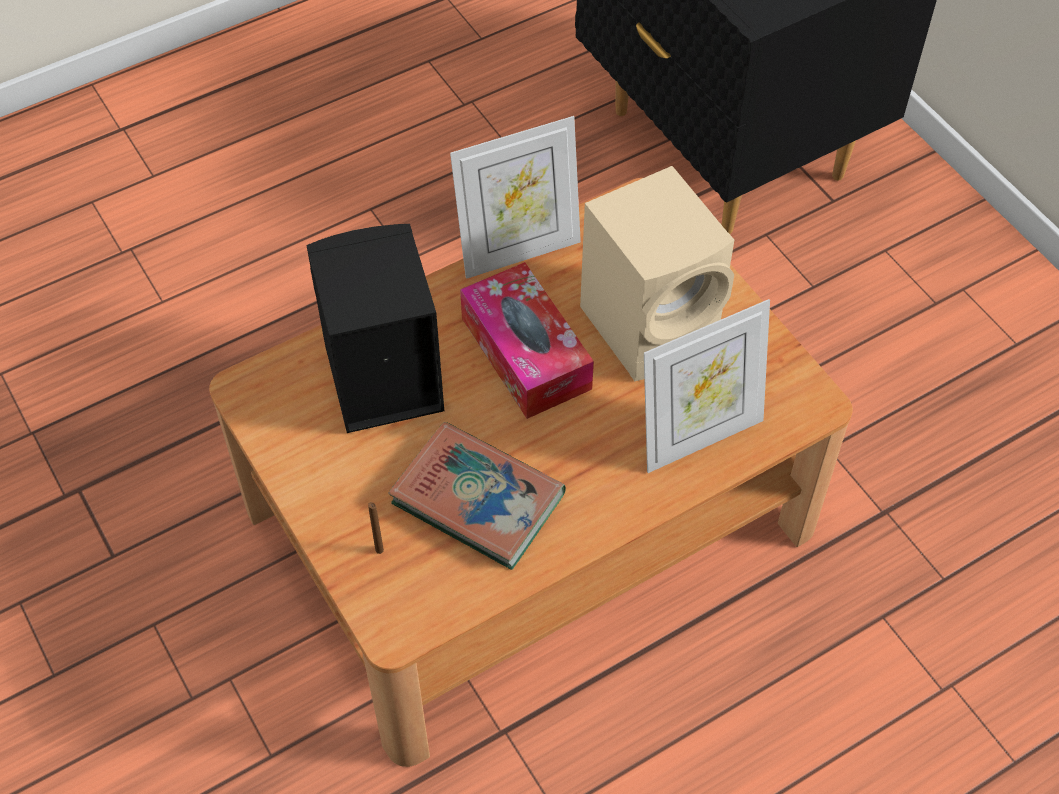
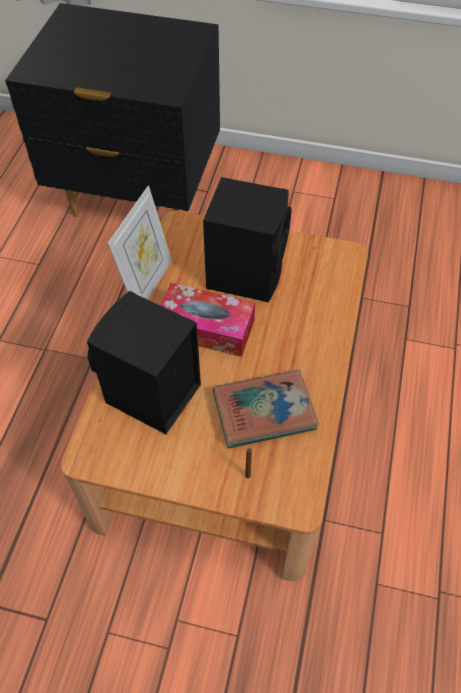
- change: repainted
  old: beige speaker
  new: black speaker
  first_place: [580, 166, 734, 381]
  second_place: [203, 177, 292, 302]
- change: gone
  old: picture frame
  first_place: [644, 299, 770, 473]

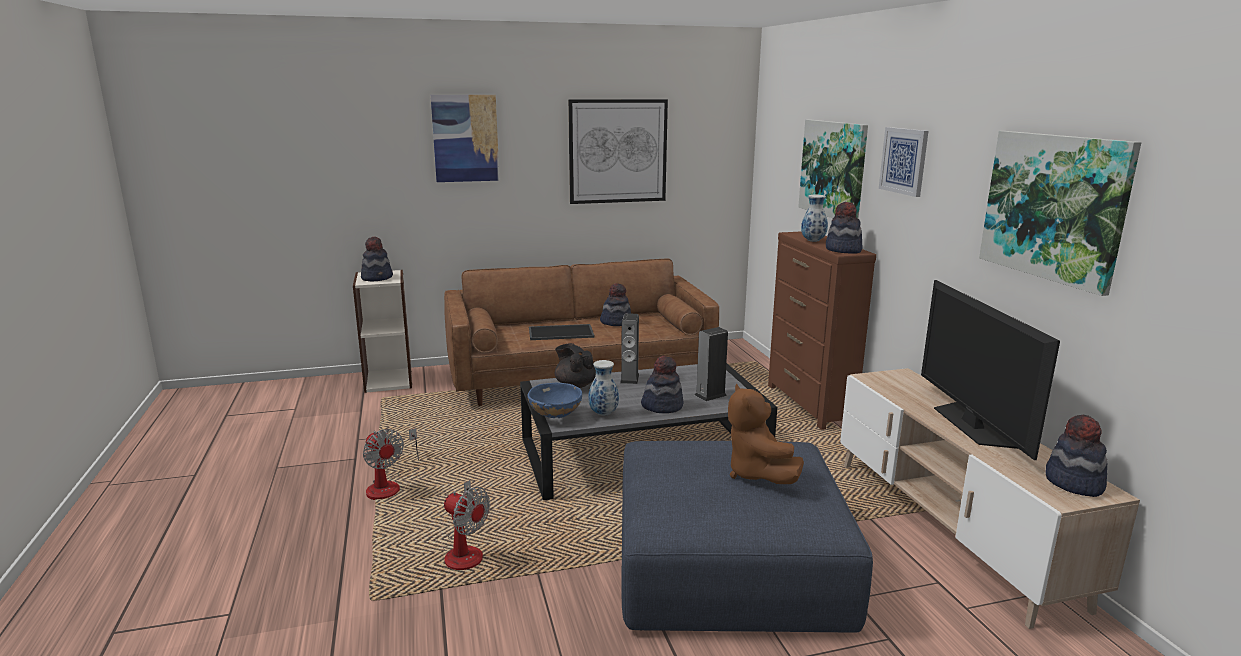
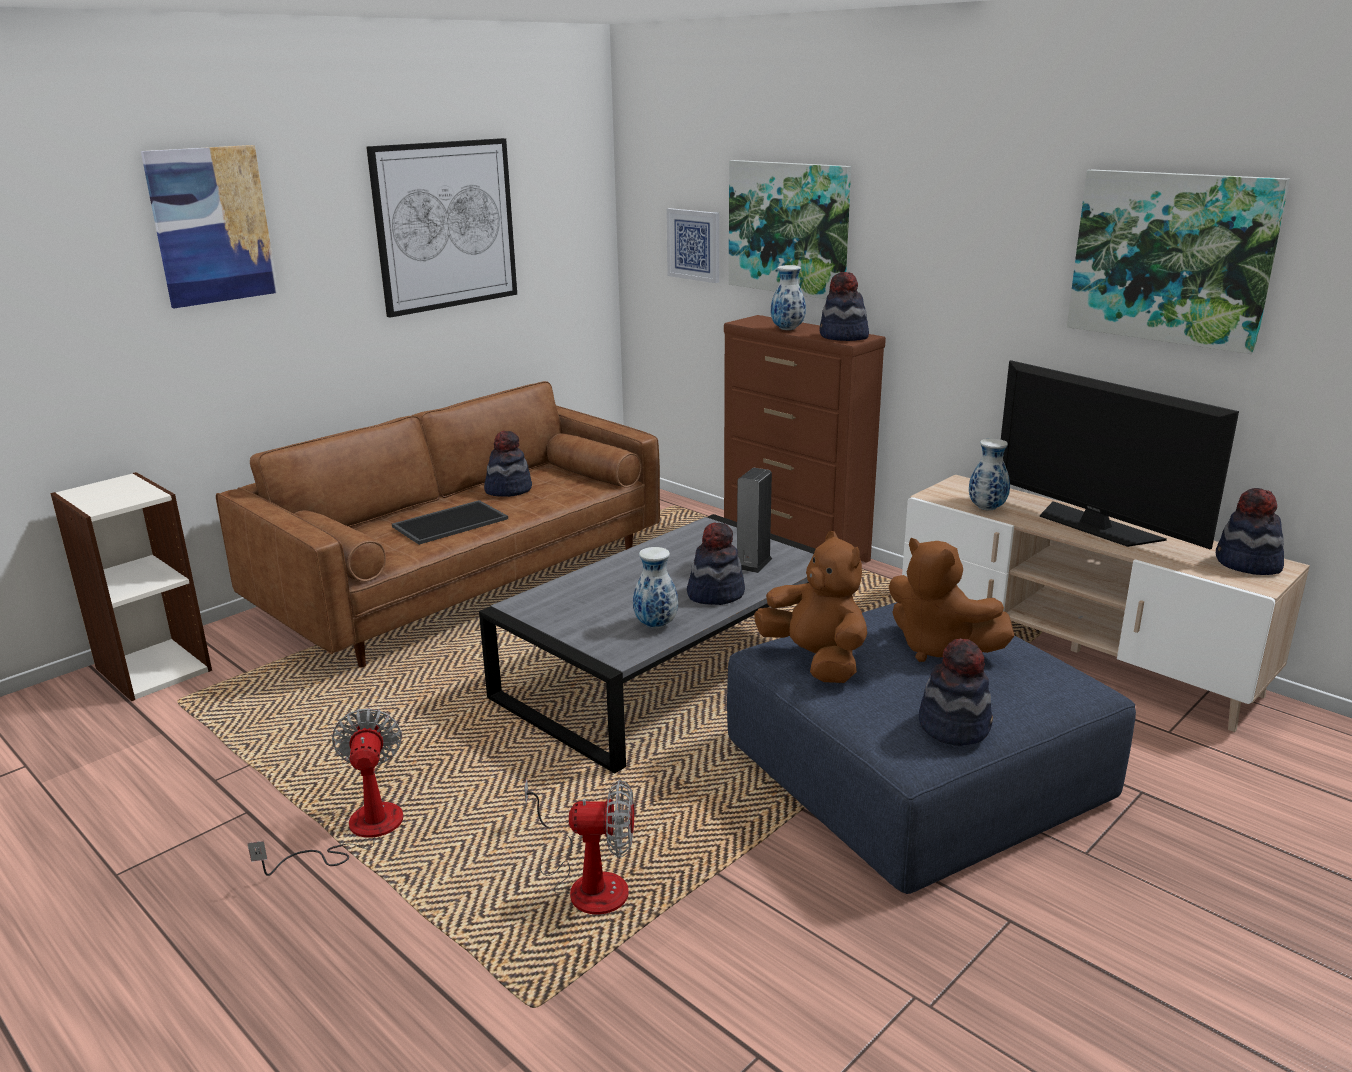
- change: shifted
  old: hat
  first_place: [361, 237, 393, 281]
  second_place: [919, 638, 993, 746]
- change: rotated
  old: fan
  first_place: [363, 428, 419, 500]
  second_place: [247, 708, 403, 876]
  degrees: -120
- change: gone
  old: blue bowl
  first_place: [527, 383, 582, 418]
- change: gone
  old: black teapot
  first_place: [555, 343, 596, 388]
- change: gone
  old: speaker
  first_place: [620, 313, 639, 384]
- change: shifted
  old: picture
  first_place: [879, 127, 928, 197]
  second_place: [666, 208, 719, 283]
- change: new
  new: brown plush toy
  second_place: [754, 531, 867, 683]
- change: new
  new: vase
  second_place: [969, 438, 1010, 511]

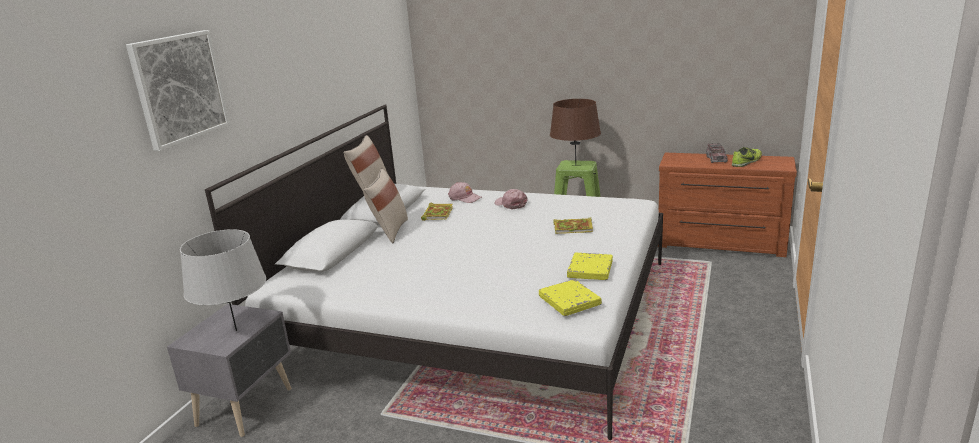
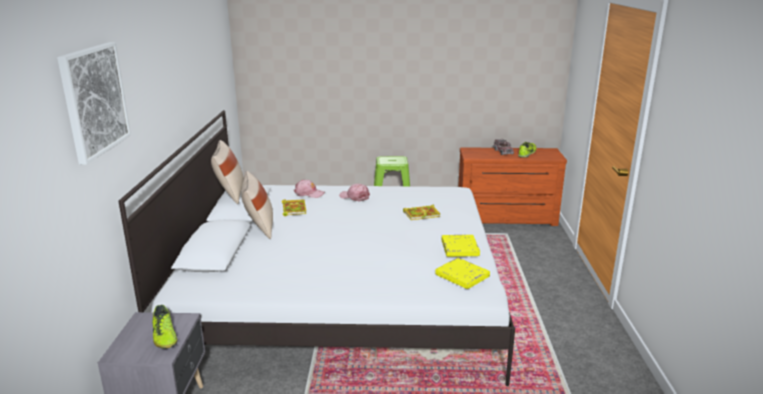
- change: swapped
  old: grey table lamp
  new: shoe
  first_place: [180, 229, 266, 331]
  second_place: [153, 305, 177, 349]
- change: gone
  old: brown table lamp
  first_place: [550, 99, 601, 166]

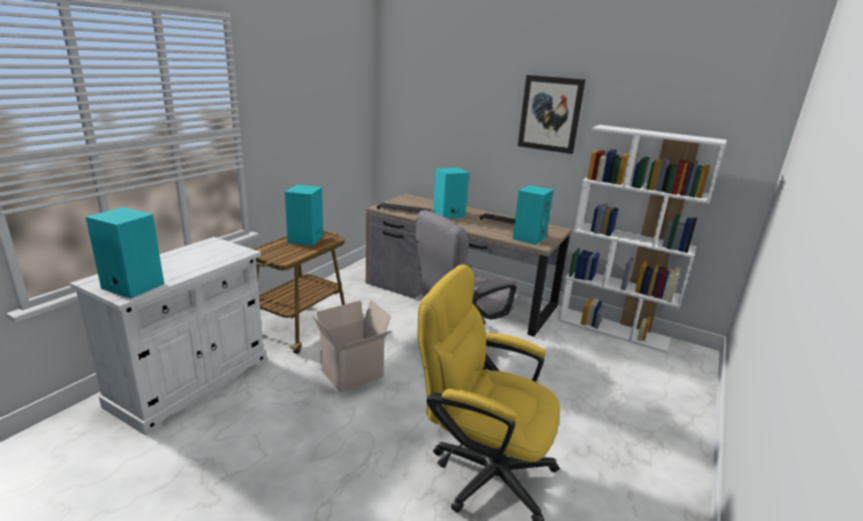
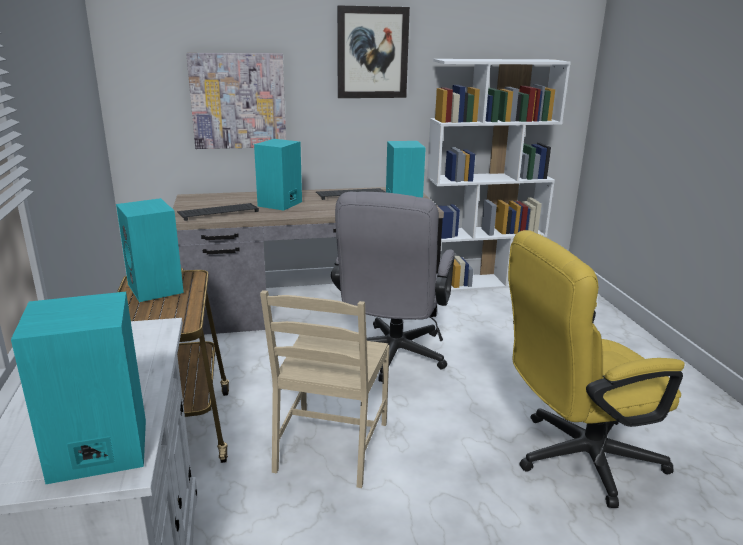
- change: swapped
  old: cardboard box
  new: beige chair
  first_place: [312, 300, 392, 393]
  second_place: [260, 290, 390, 488]
- change: new
  new: picture
  second_place: [186, 53, 286, 149]

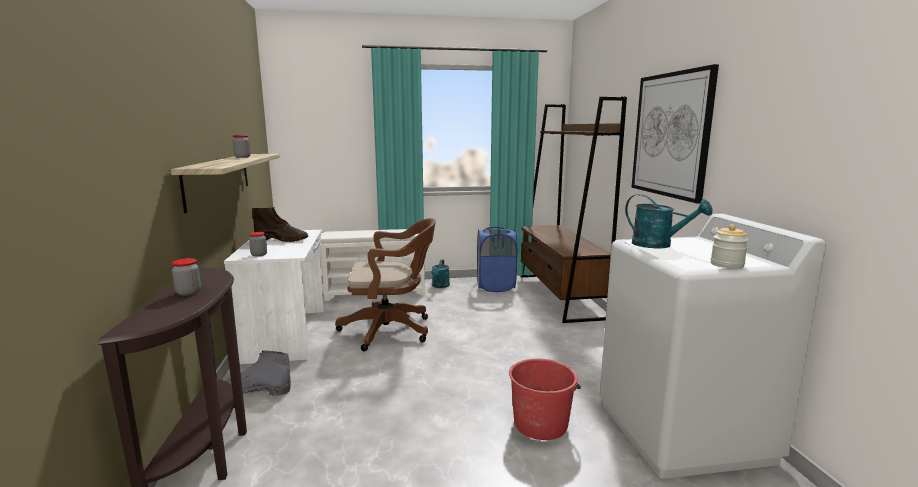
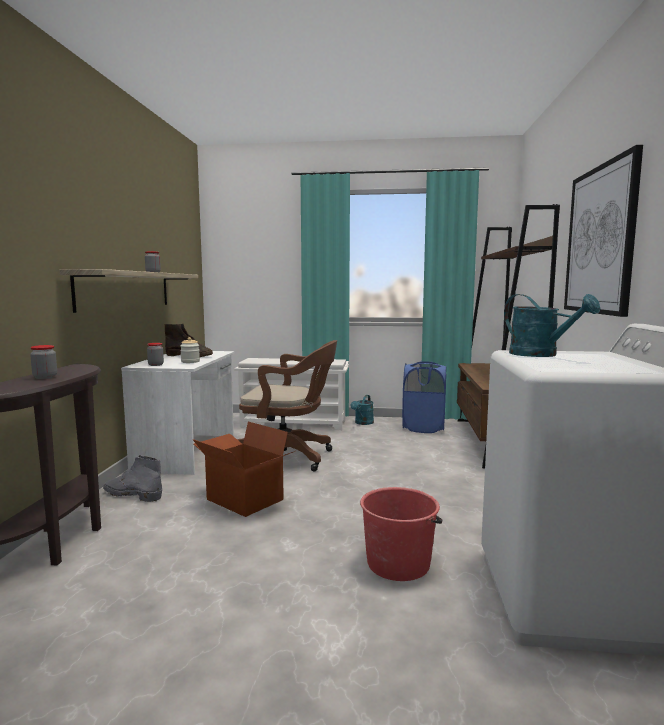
- change: shifted
  old: jar
  first_place: [711, 224, 749, 269]
  second_place: [180, 337, 200, 363]
- change: new
  new: cardboard box
  second_place: [192, 421, 295, 517]

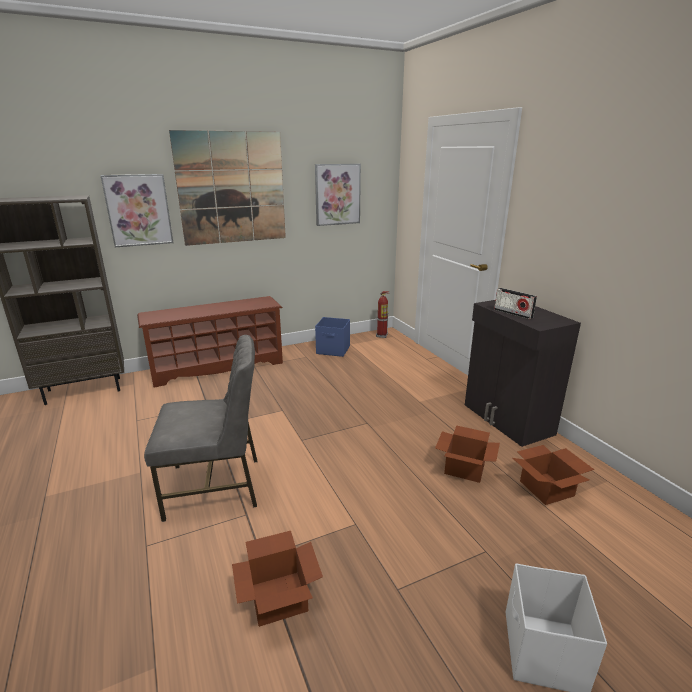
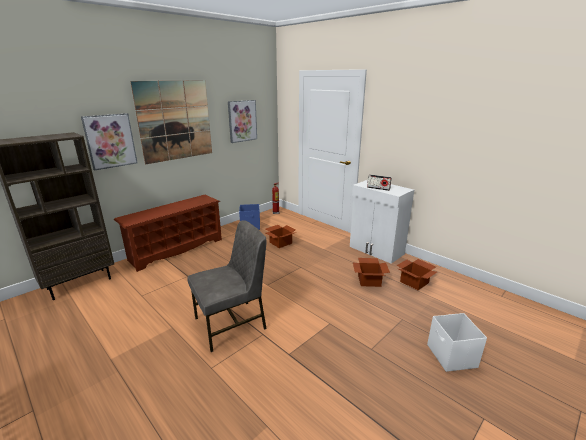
- change: shifted
  old: cardboard box
  first_place: [232, 531, 323, 627]
  second_place: [266, 225, 297, 248]
- change: repainted
  old: black cabinet
  new: white cabinet
  first_place: [465, 300, 581, 447]
  second_place: [350, 180, 414, 264]

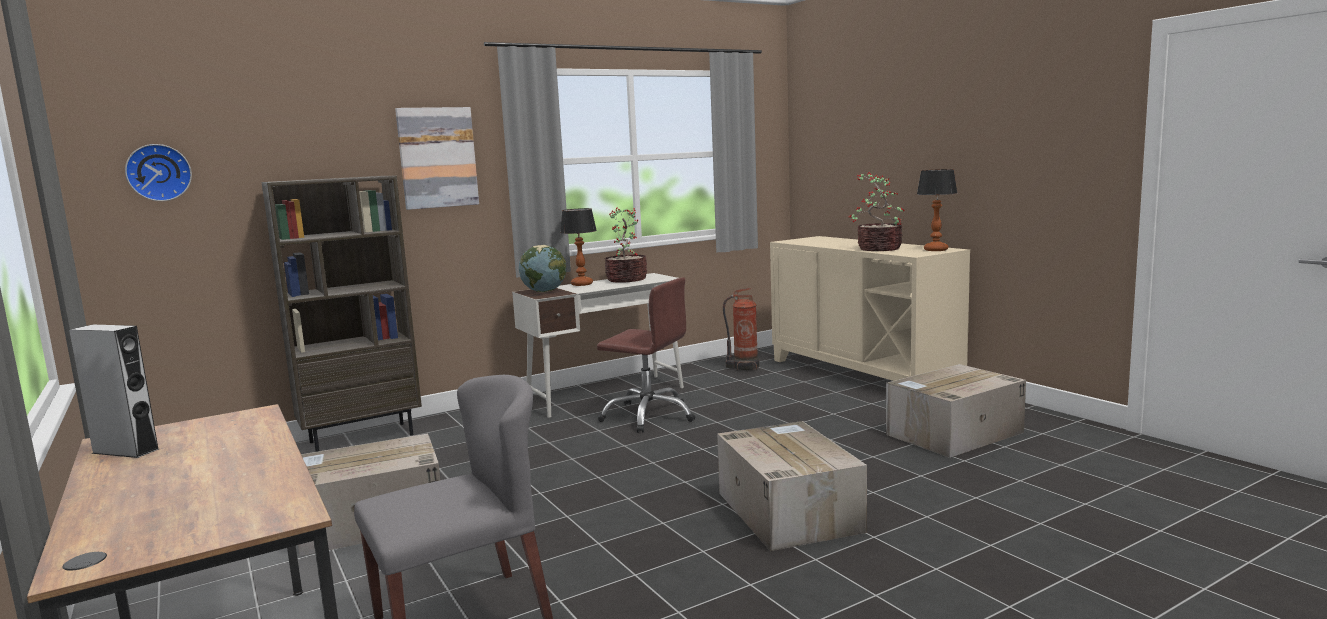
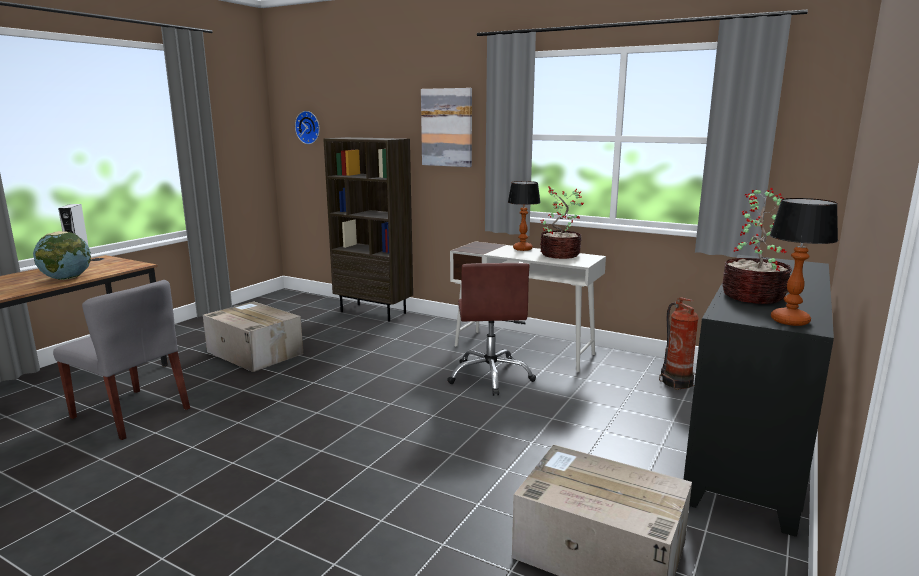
- change: shifted
  old: globe
  first_place: [519, 245, 566, 292]
  second_place: [33, 231, 91, 280]
- change: gone
  old: cardboard box
  first_place: [717, 421, 867, 551]
- change: repainted
  old: beige cabinet
  new: black cabinet
  first_place: [770, 236, 970, 381]
  second_place: [683, 255, 834, 537]

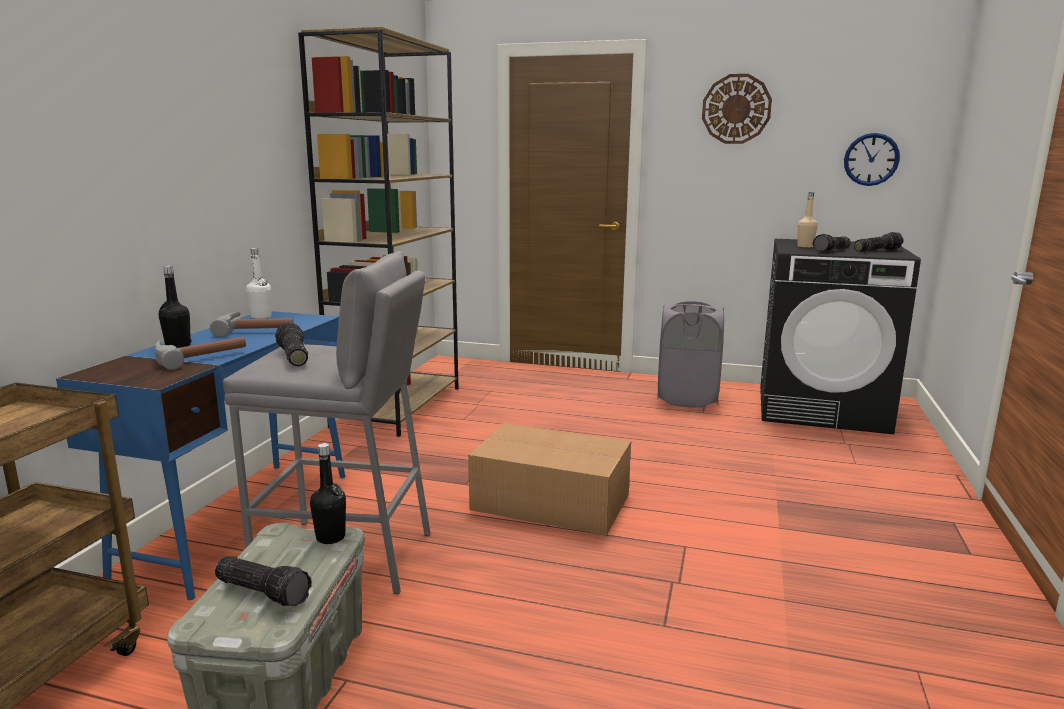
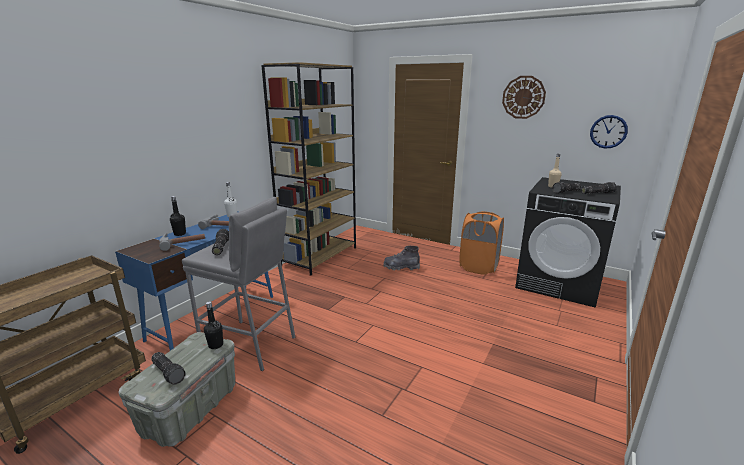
- change: gone
  old: cardboard box
  first_place: [468, 423, 631, 536]
- change: repainted
  old: grey laundry basket
  new: orange laundry basket
  first_place: [658, 301, 724, 408]
  second_place: [459, 211, 504, 275]
- change: new
  new: grey boot
  second_place: [383, 246, 420, 271]

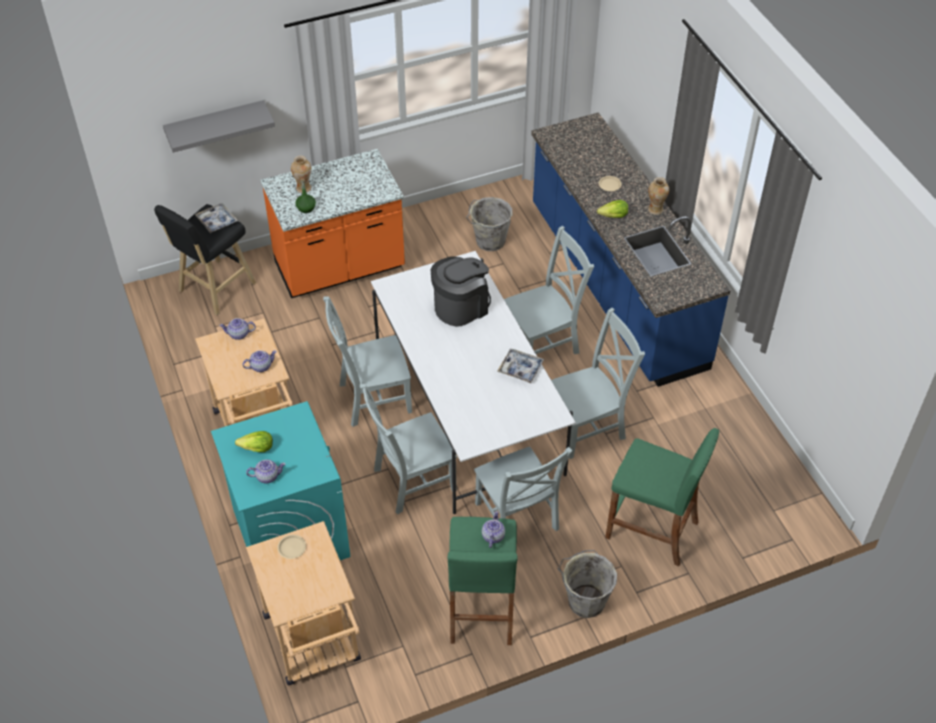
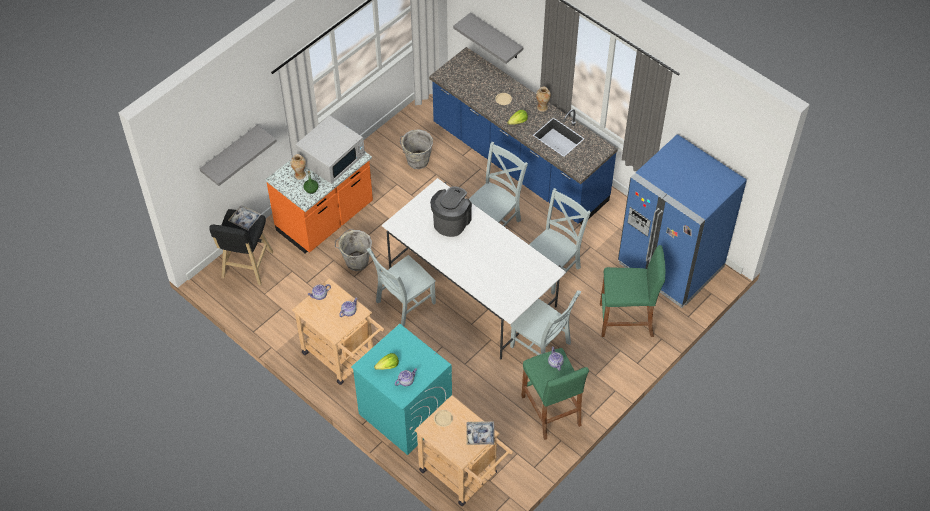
- change: gone
  old: grey chair
  first_place: [360, 384, 457, 514]
- change: shifted
  old: tray
  first_place: [497, 349, 544, 383]
  second_place: [466, 421, 495, 445]
- change: shifted
  old: grey bucket
  first_place: [557, 550, 617, 618]
  second_place: [335, 229, 372, 271]
- change: new
  new: white microwave
  second_place: [296, 115, 365, 184]
- change: new
  new: grey shelf
  second_place: [453, 12, 523, 64]
- change: new
  new: blue fridge
  second_place: [618, 134, 747, 308]

